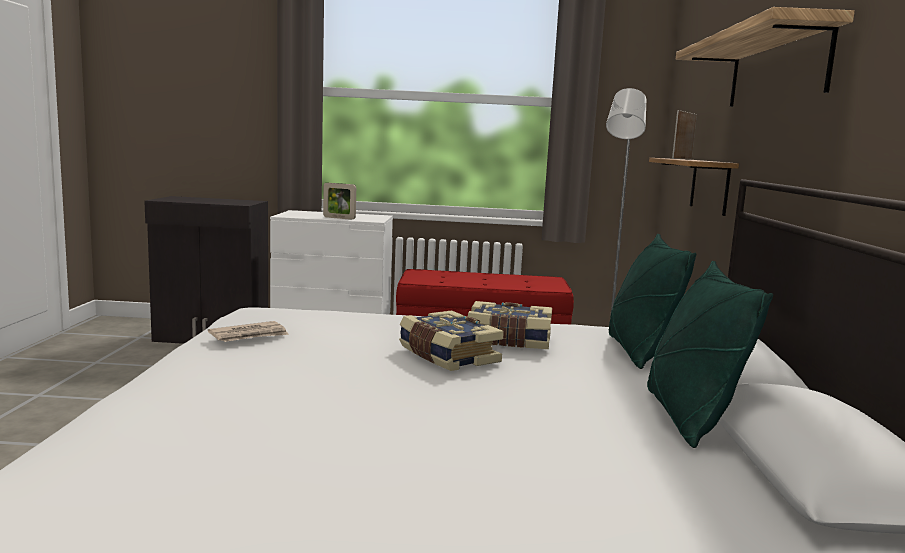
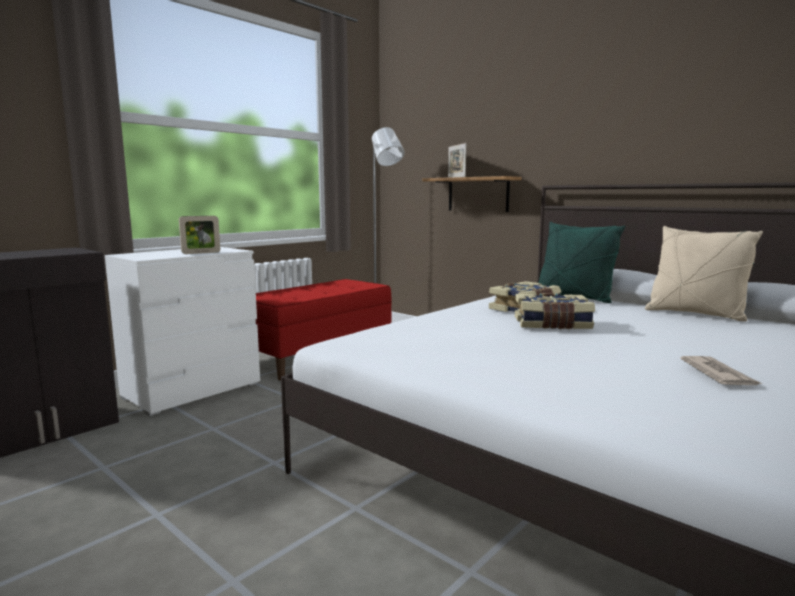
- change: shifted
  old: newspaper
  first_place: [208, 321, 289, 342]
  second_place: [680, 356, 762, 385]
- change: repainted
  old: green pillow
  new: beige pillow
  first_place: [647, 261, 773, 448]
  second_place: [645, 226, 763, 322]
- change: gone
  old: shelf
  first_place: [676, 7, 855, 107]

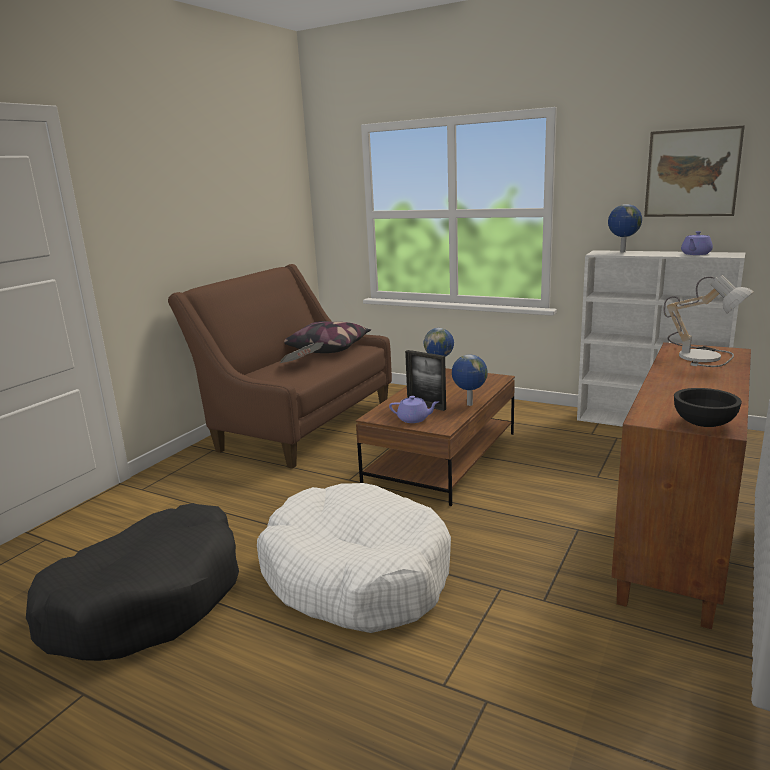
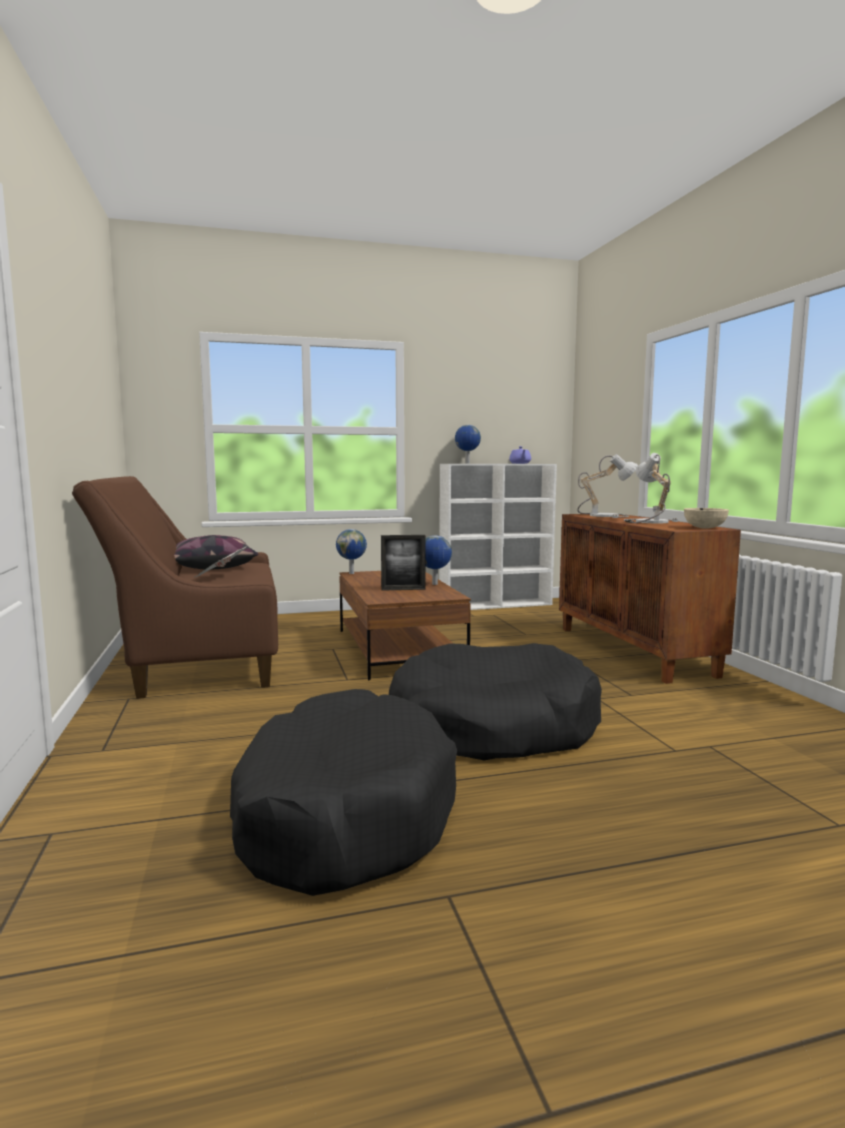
- change: repainted
  old: white dog bed
  new: black dog bed
  first_place: [257, 483, 451, 633]
  second_place: [389, 643, 602, 760]
- change: gone
  old: purple teapot
  first_place: [389, 396, 439, 423]
- change: gone
  old: picture
  first_place: [644, 126, 745, 217]
- change: repainted
  old: black bowl
  new: beige bowl
  first_place: [674, 388, 742, 427]
  second_place: [684, 508, 729, 529]
- change: new
  new: table lamp
  second_place: [624, 453, 678, 523]

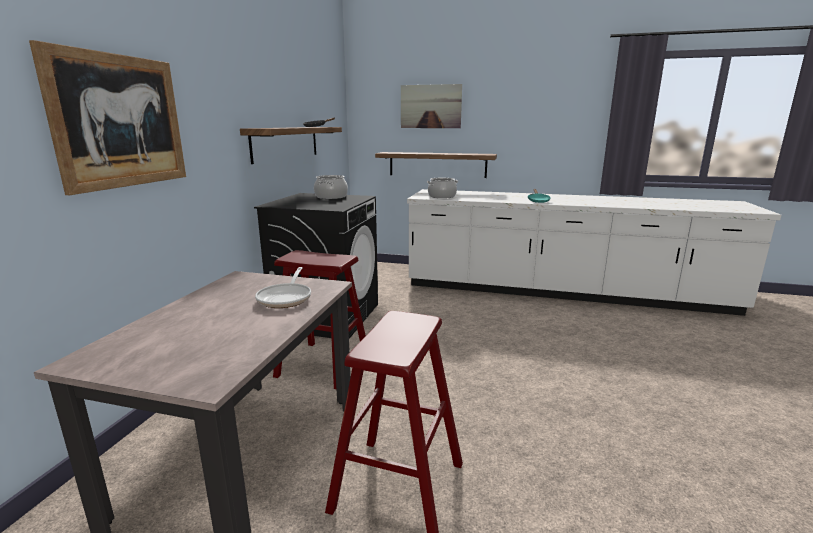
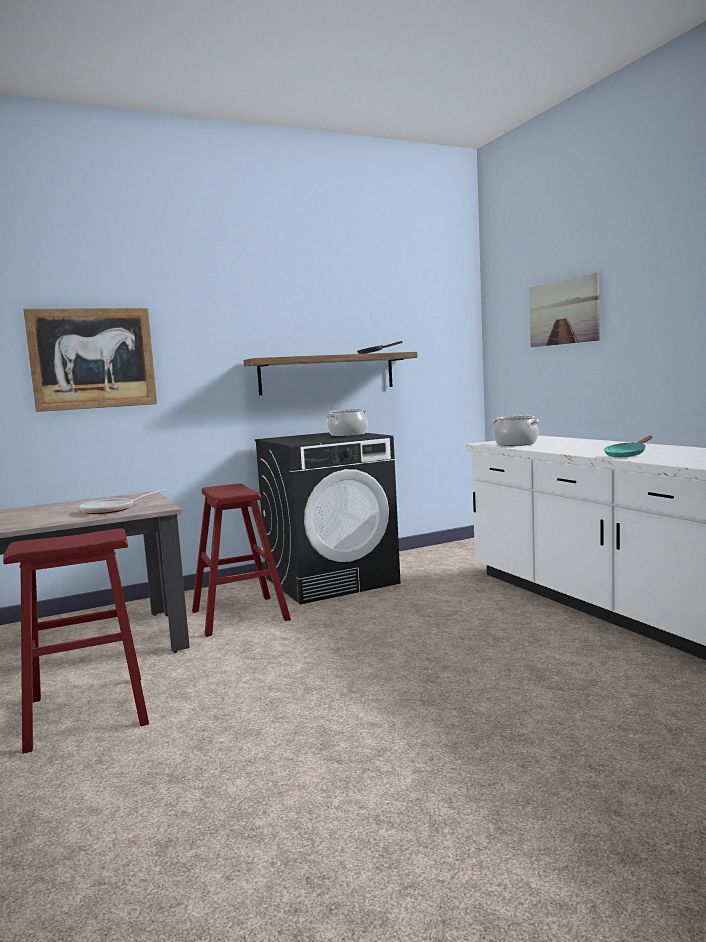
- change: gone
  old: shelf
  first_place: [375, 152, 497, 178]

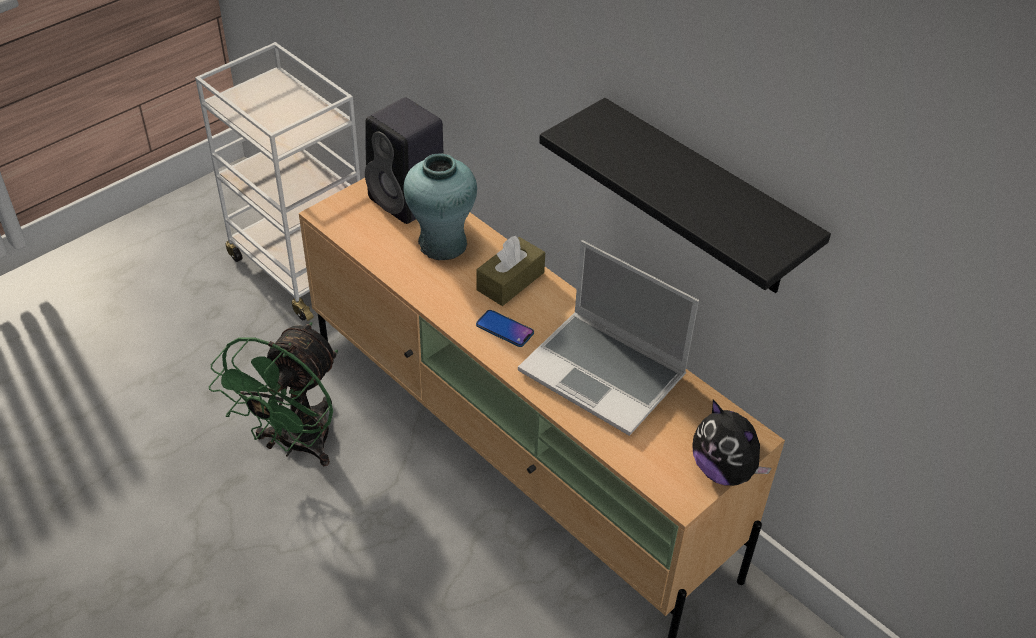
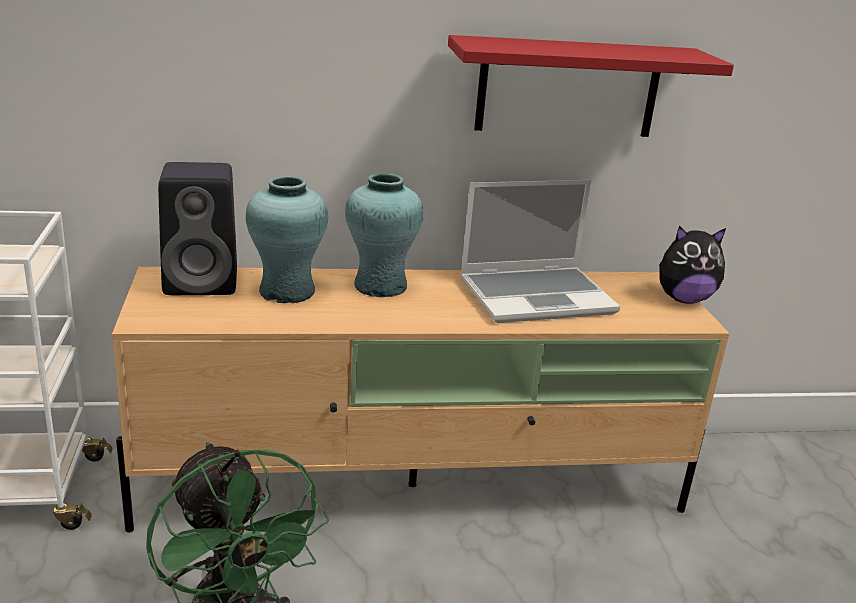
- change: swapped
  old: brown tissue box
  new: turquoise vase
  first_place: [476, 236, 545, 306]
  second_place: [345, 173, 423, 297]
- change: gone
  old: phone
  first_place: [476, 310, 534, 347]
- change: repainted
  old: black shelf
  new: red shelf
  first_place: [539, 98, 831, 293]
  second_place: [448, 35, 734, 137]

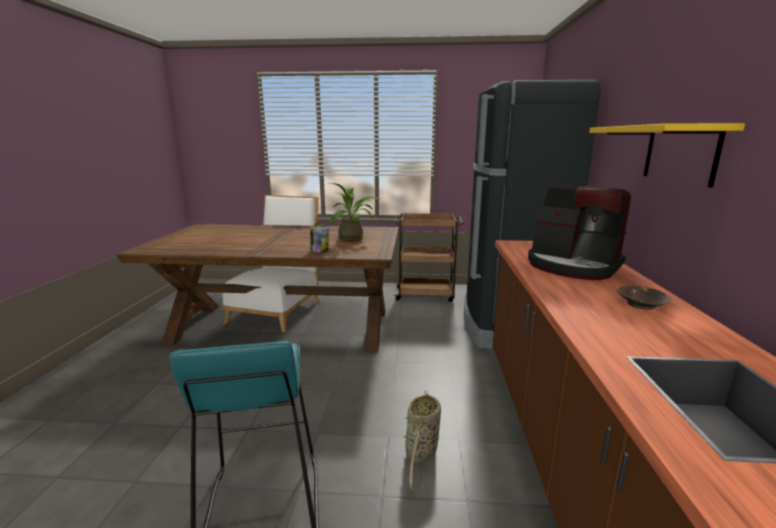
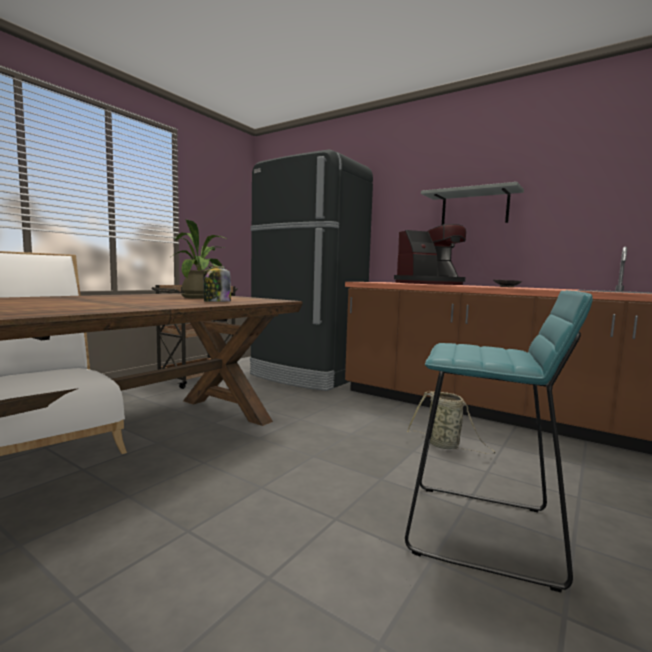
- change: repainted
  old: yellow shelf
  new: grey shelf
  first_place: [589, 123, 745, 188]
  second_place: [421, 182, 524, 225]

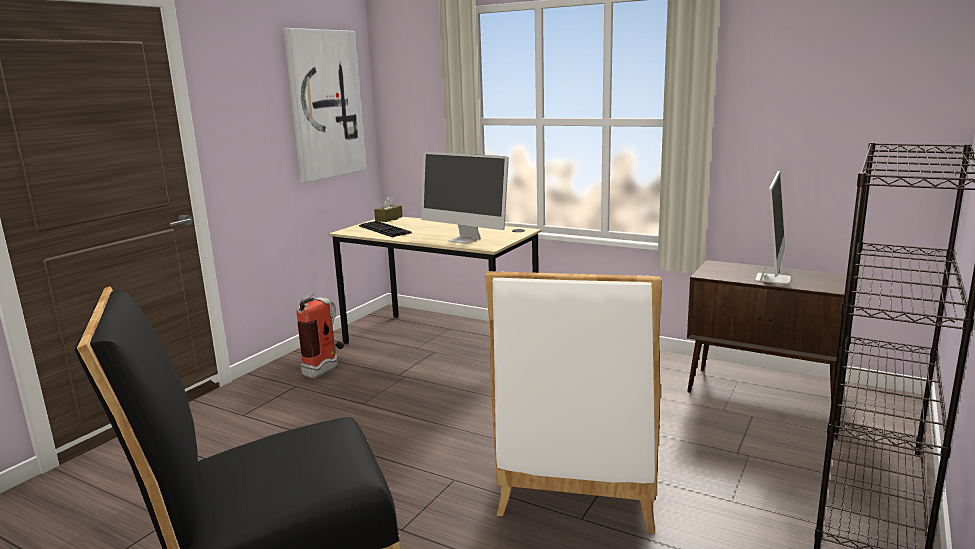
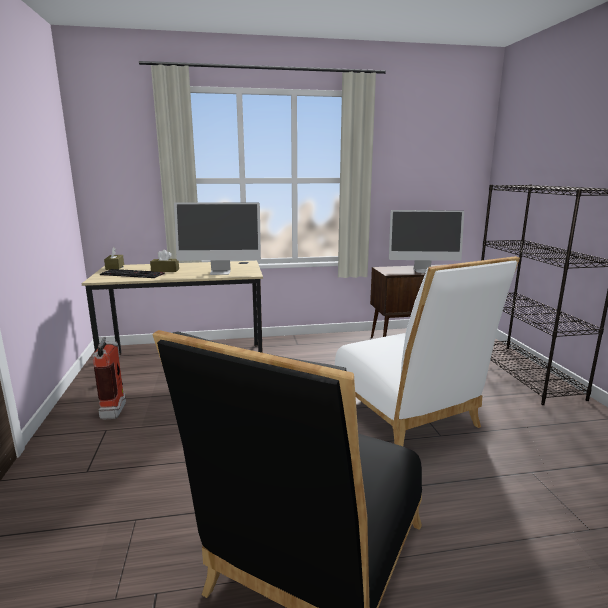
- change: gone
  old: picture
  first_place: [283, 28, 366, 183]
- change: rotated
  old: monitor
  first_place: [755, 171, 791, 284]
  second_place: [389, 210, 464, 273]
  degrees: 105
- change: new
  new: brown tissue box
  second_place: [150, 250, 179, 272]

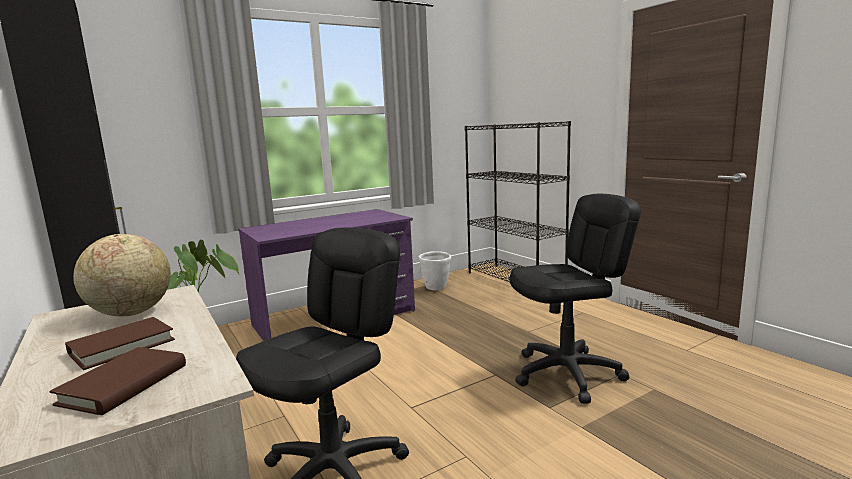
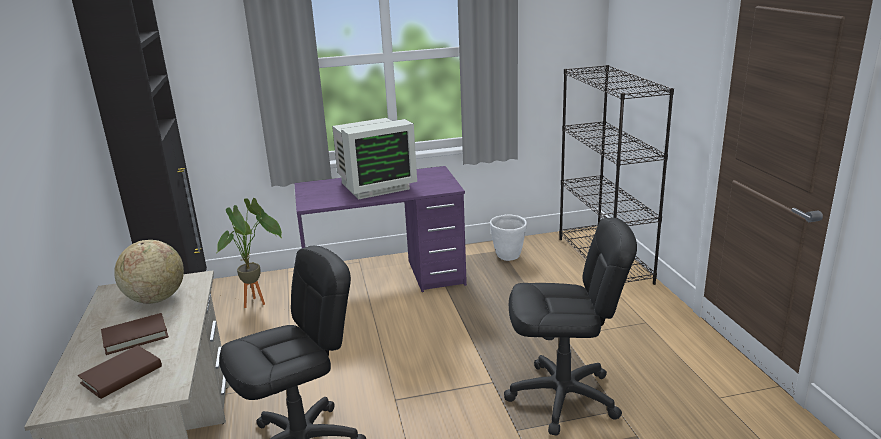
- change: new
  new: monitor
  second_place: [332, 118, 417, 200]

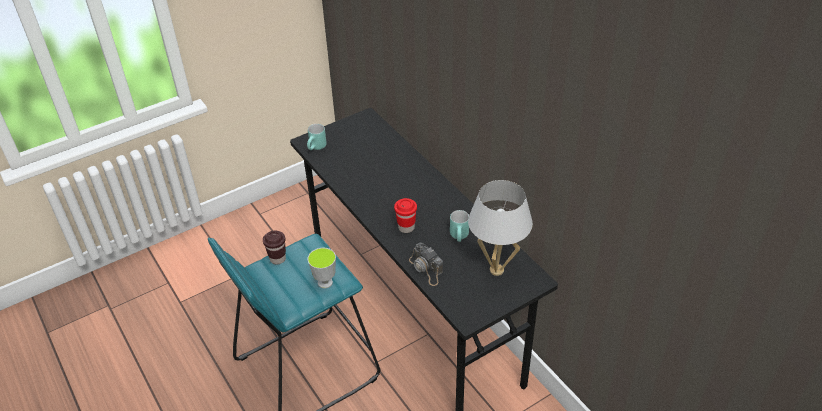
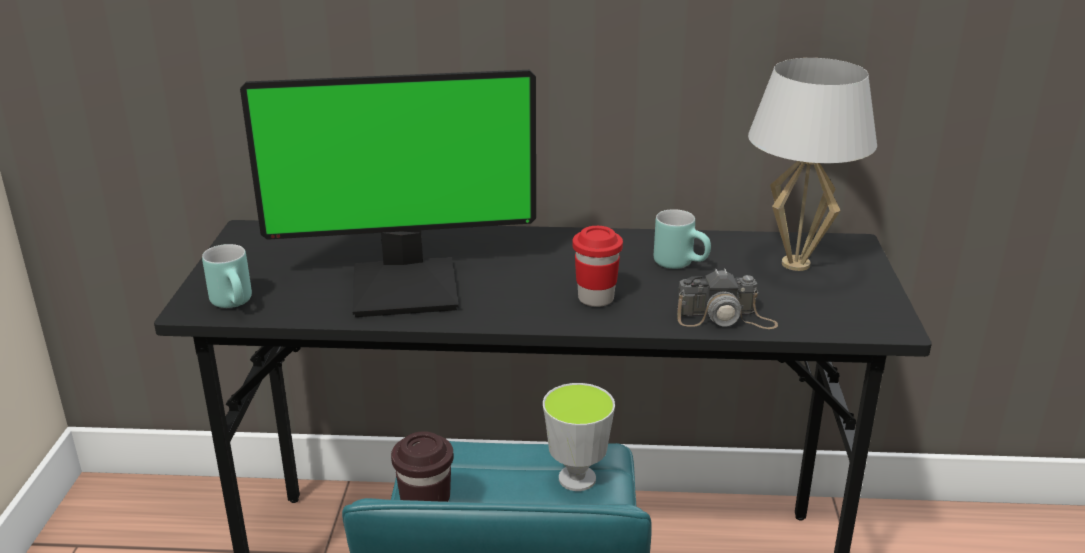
- change: new
  new: monitor
  second_place: [240, 70, 536, 317]

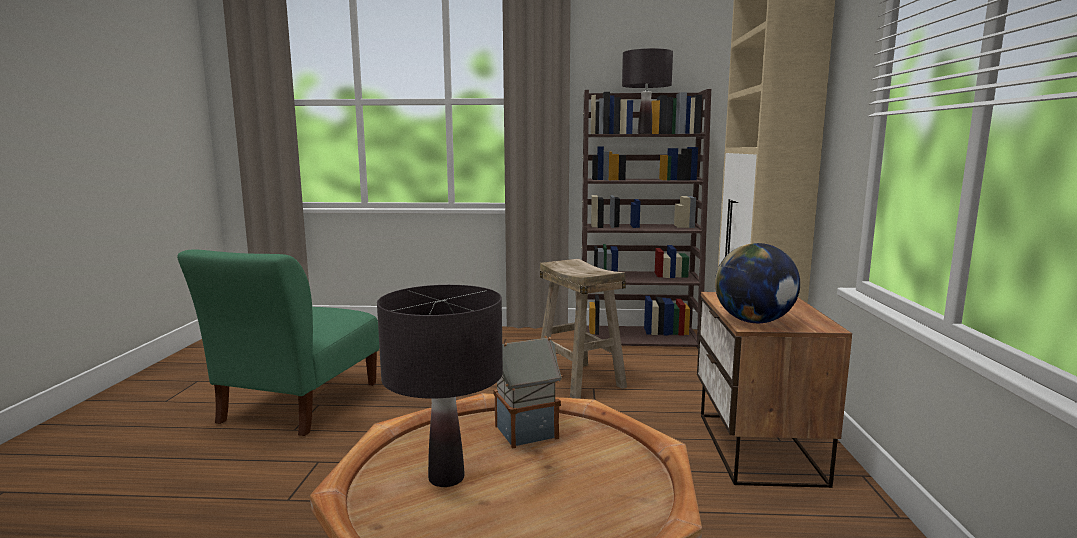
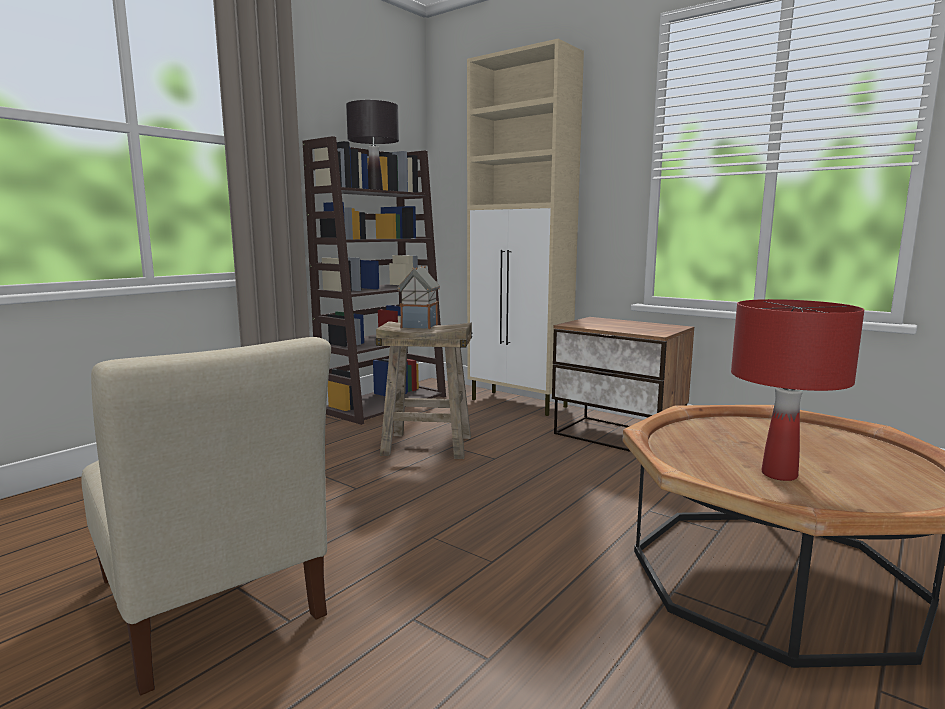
- change: repainted
  old: green chair
  new: beige chair
  first_place: [177, 249, 379, 436]
  second_place: [81, 337, 331, 695]
- change: repainted
  old: black table lamp
  new: red table lamp
  first_place: [377, 285, 503, 487]
  second_place: [731, 299, 864, 481]
- change: shifted
  old: toy house
  first_place: [493, 336, 562, 449]
  second_place: [397, 266, 440, 329]
- change: gone
  old: globe
  first_place: [715, 243, 800, 323]

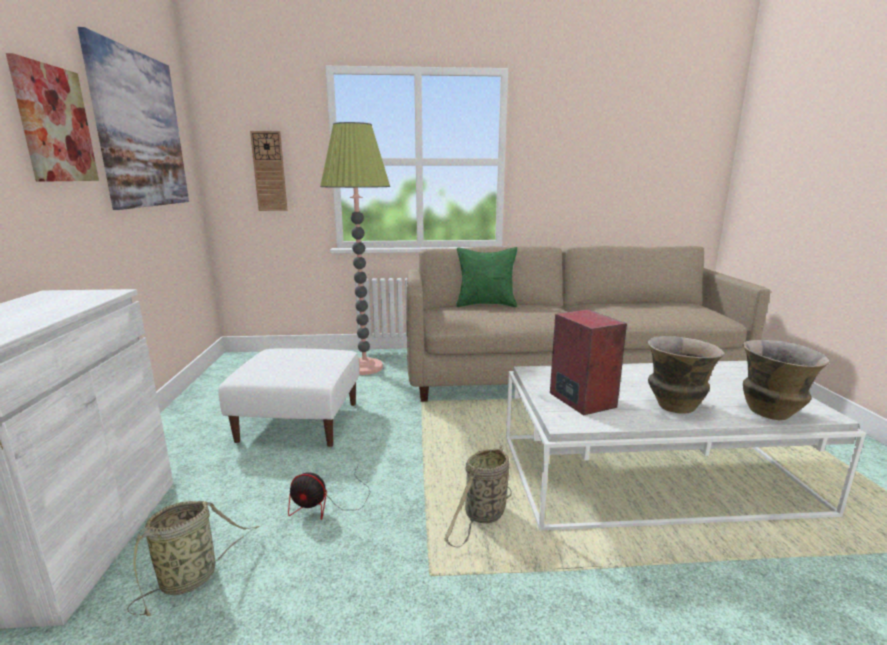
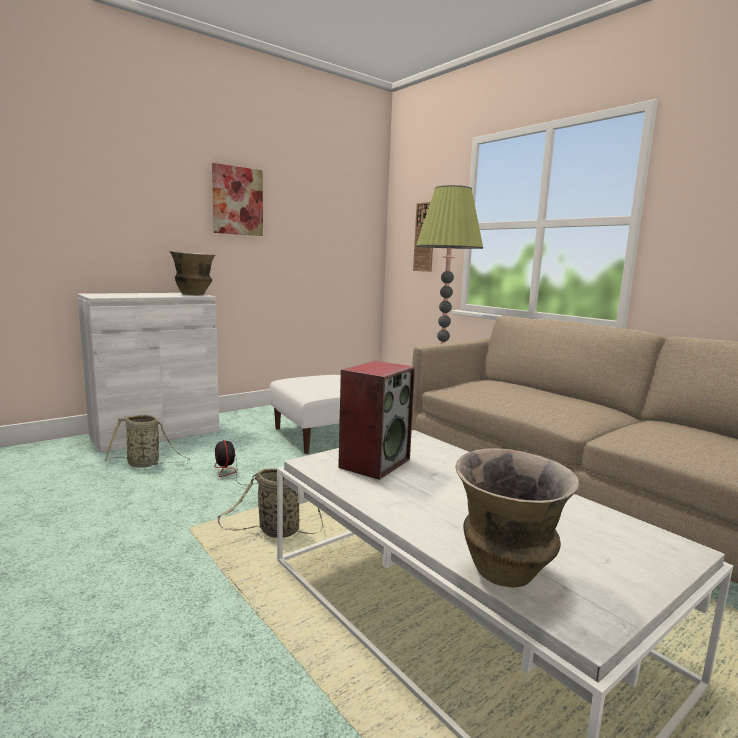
- change: gone
  old: picture
  first_place: [77, 27, 189, 210]
- change: gone
  old: green pillow
  first_place: [456, 247, 517, 307]
- change: shifted
  old: vase
  first_place: [648, 336, 725, 413]
  second_place: [169, 251, 215, 295]

